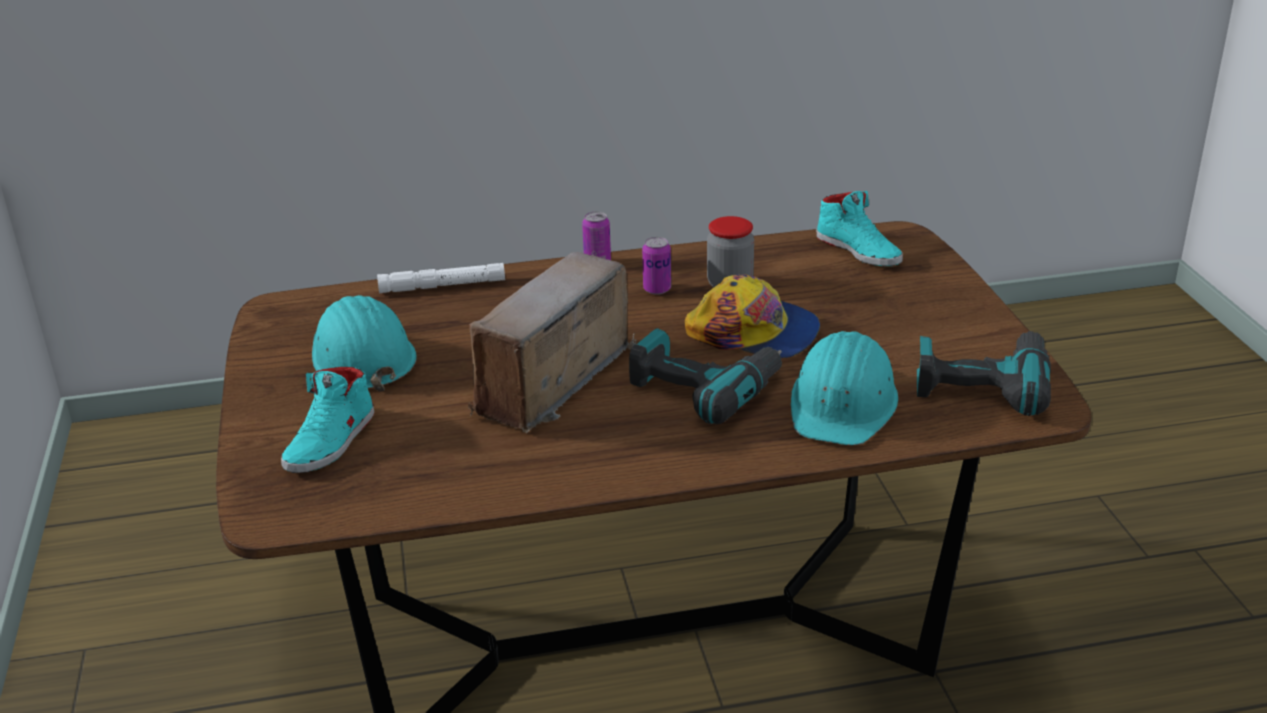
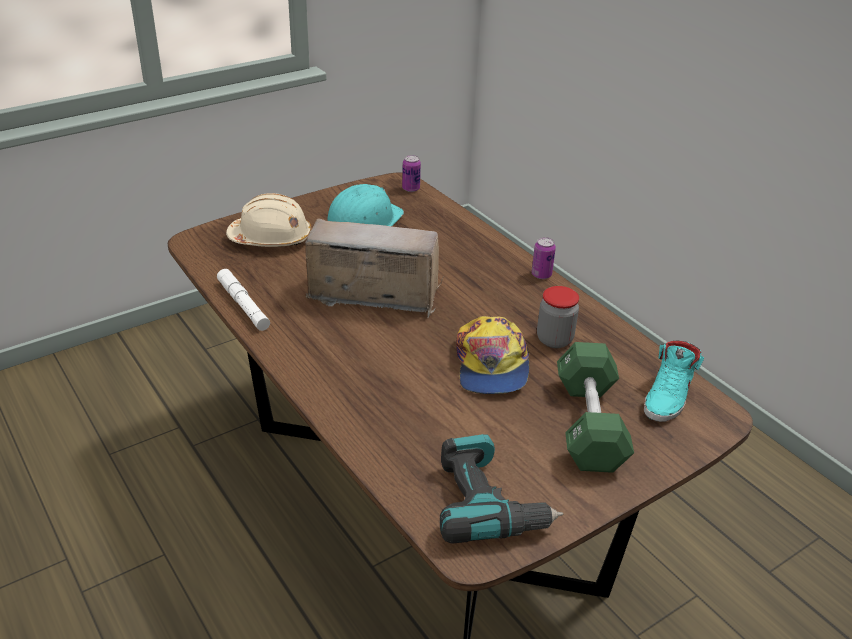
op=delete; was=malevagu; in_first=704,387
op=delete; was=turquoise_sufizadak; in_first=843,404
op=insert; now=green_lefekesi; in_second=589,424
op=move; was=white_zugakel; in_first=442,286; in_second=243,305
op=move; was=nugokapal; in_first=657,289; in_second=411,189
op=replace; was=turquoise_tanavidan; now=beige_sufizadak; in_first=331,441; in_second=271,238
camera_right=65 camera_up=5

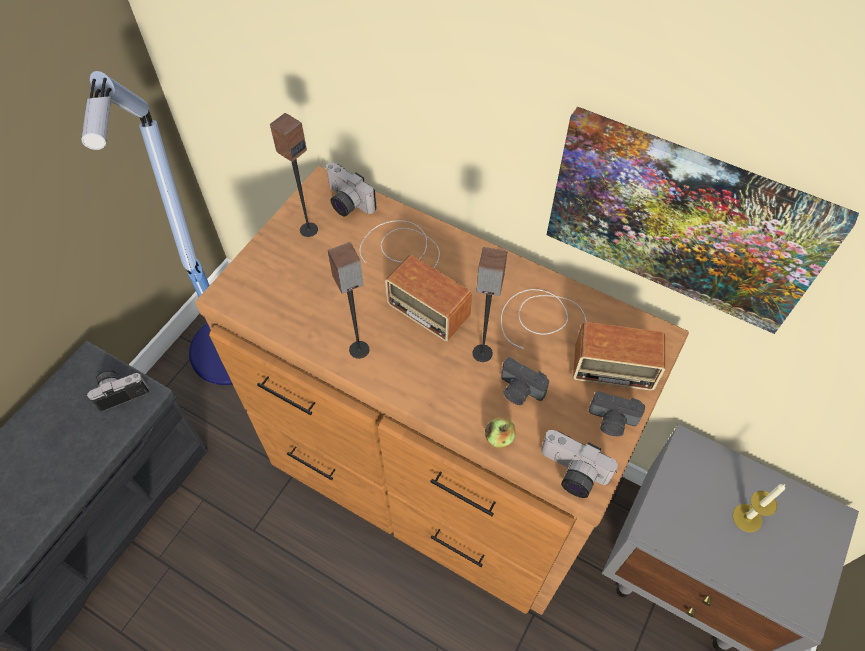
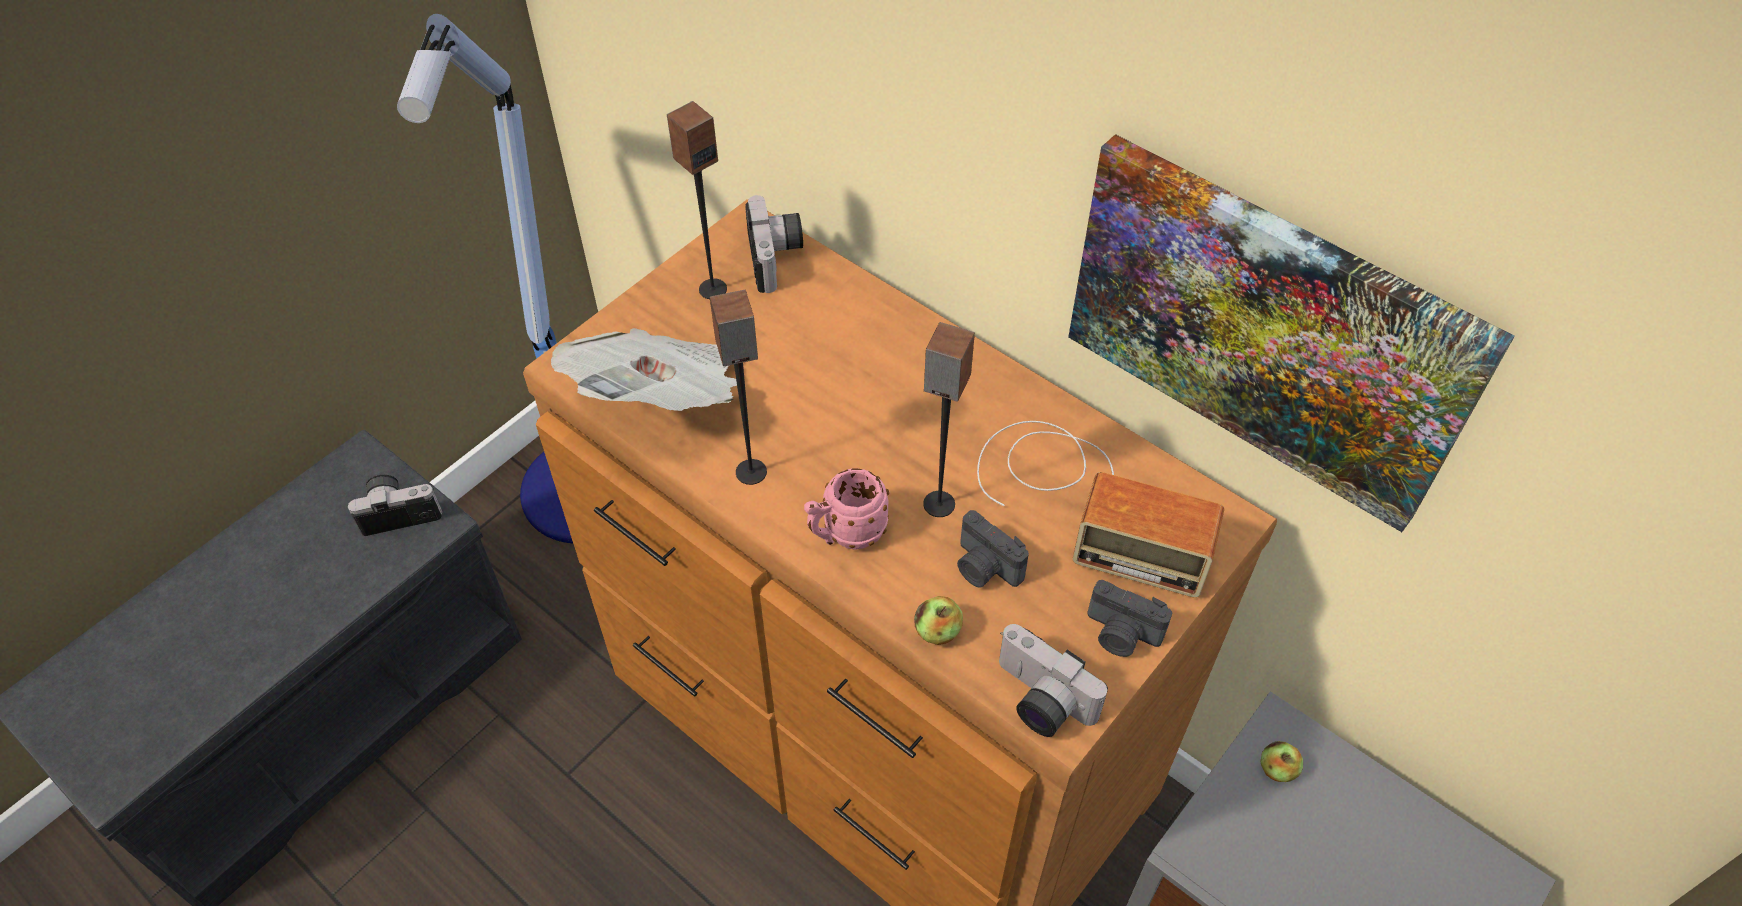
op=delete; was=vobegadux; in_first=414,273
op=delete; was=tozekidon; in_first=747,518
op=insert; now=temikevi; in_second=662,399
op=insert; now=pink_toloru; in_second=846,534
op=insert; now=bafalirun; in_second=1277,769
op=rotate; was=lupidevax; in_first=346,203; in_second=777,258; clockwise=-150
camera_right=10 camera_up=-5

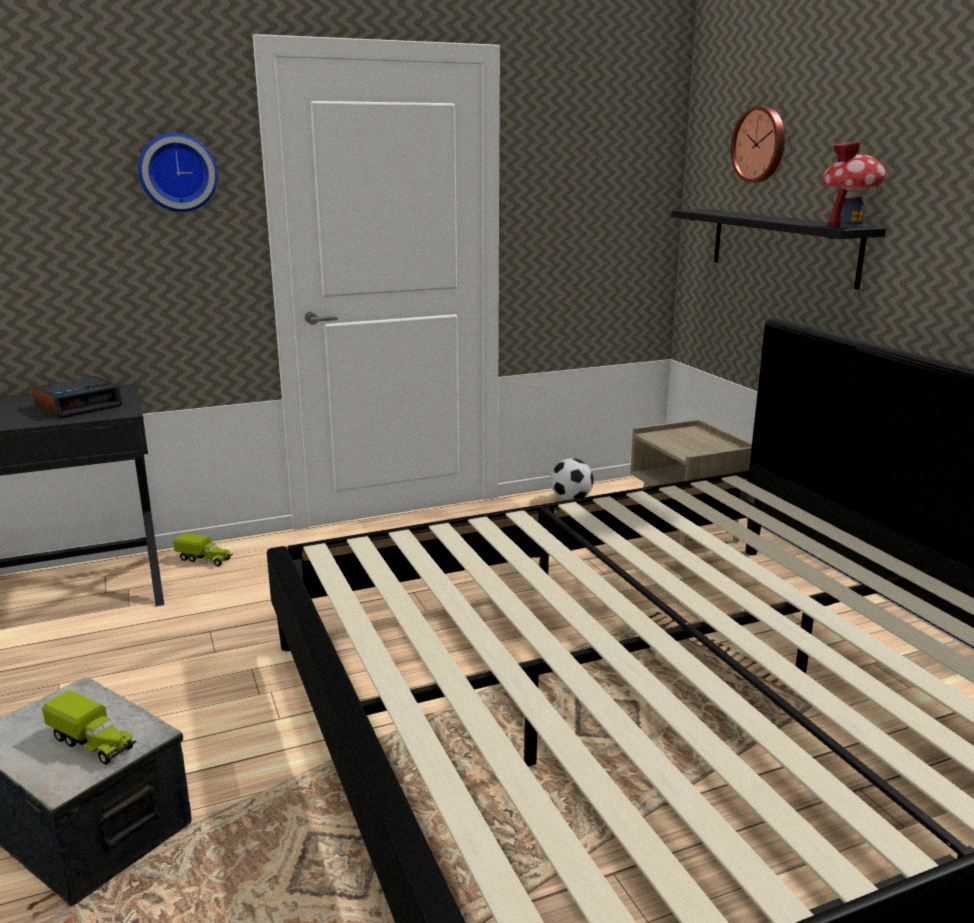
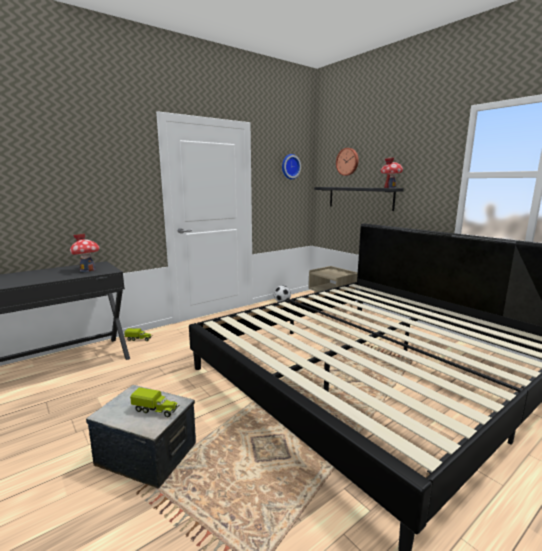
op=move; was=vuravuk; in_first=177,172; in_second=290,166
op=replace; was=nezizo; now=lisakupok; in_first=79,406; in_second=87,270
camera_right=-15 camera_up=-5

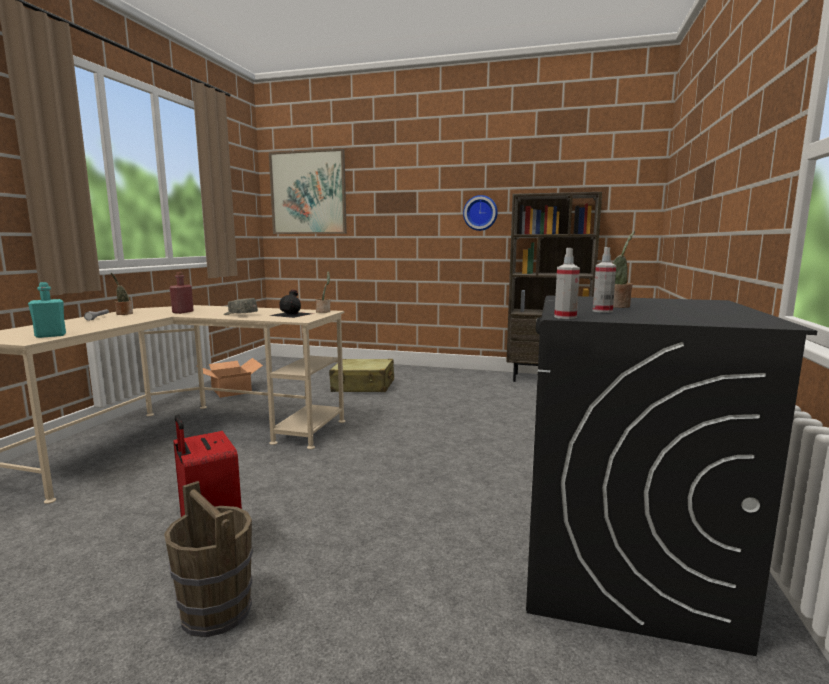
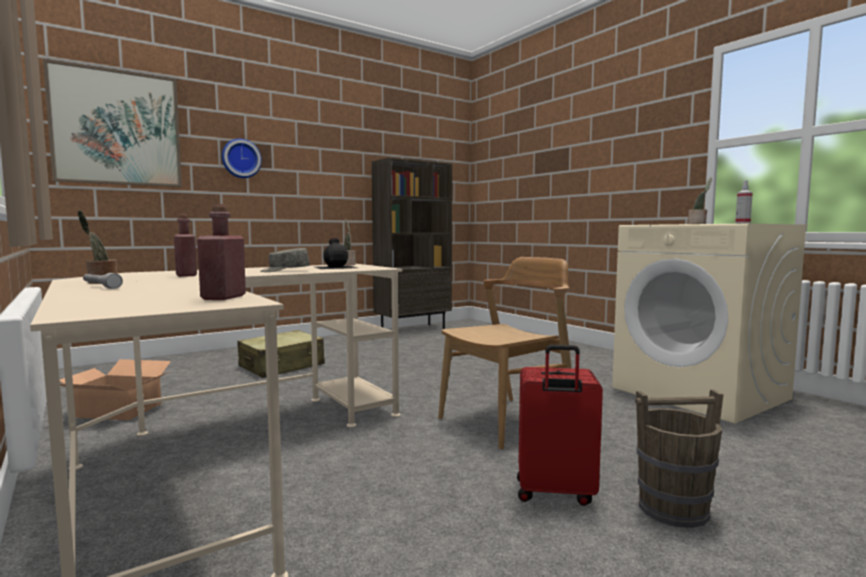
op=delete; was=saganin; in_first=602,311
op=insert; now=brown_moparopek; in_second=507,421
op=move; was=vuravuk; in_first=480,213; in_second=241,158
op=recolor; was=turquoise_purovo; now=red_purovo; in_first=50,335; in_second=223,297
op=recolor; was=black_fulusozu; now=beige_fulusozu; in_first=622,566; in_second=700,393
camera_right=-50 camera_up=-5

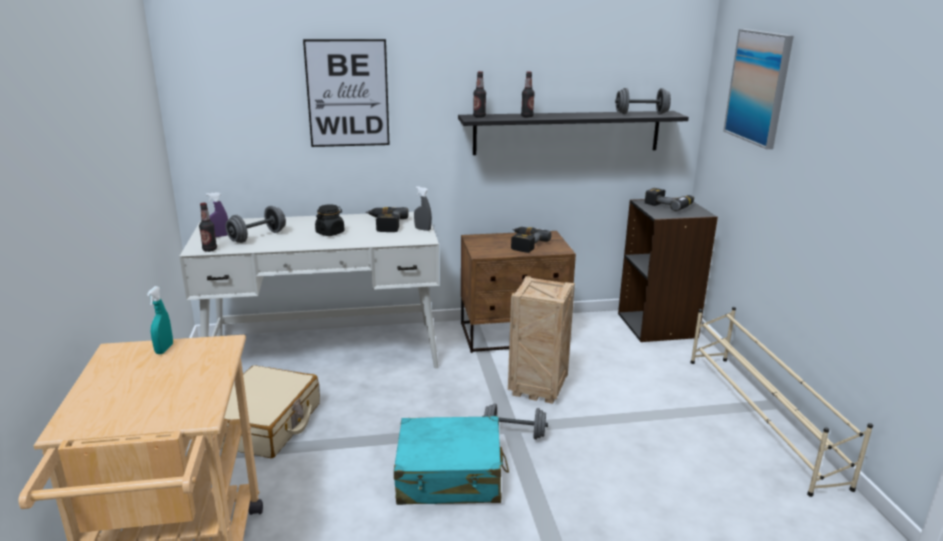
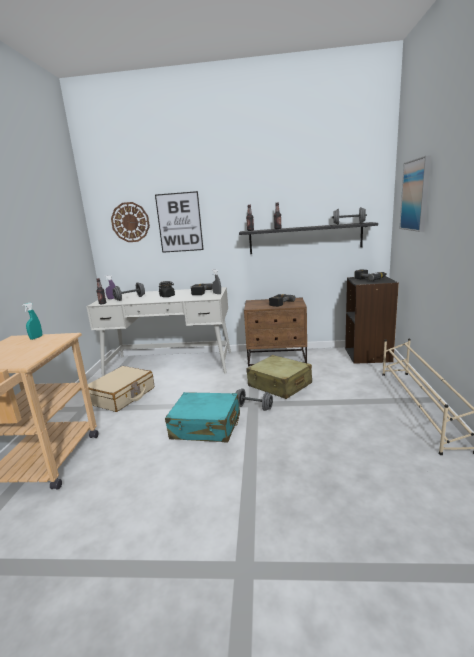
op=insert; now=vuravuk; in_second=130,222
op=replace; was=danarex; now=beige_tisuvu; in_first=539,388; in_second=279,385
camera_right=15 camera_up=-5

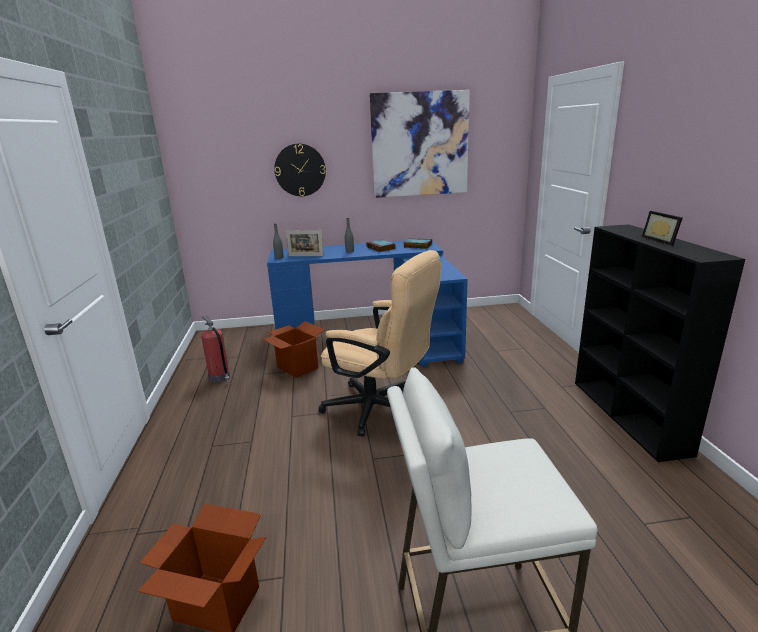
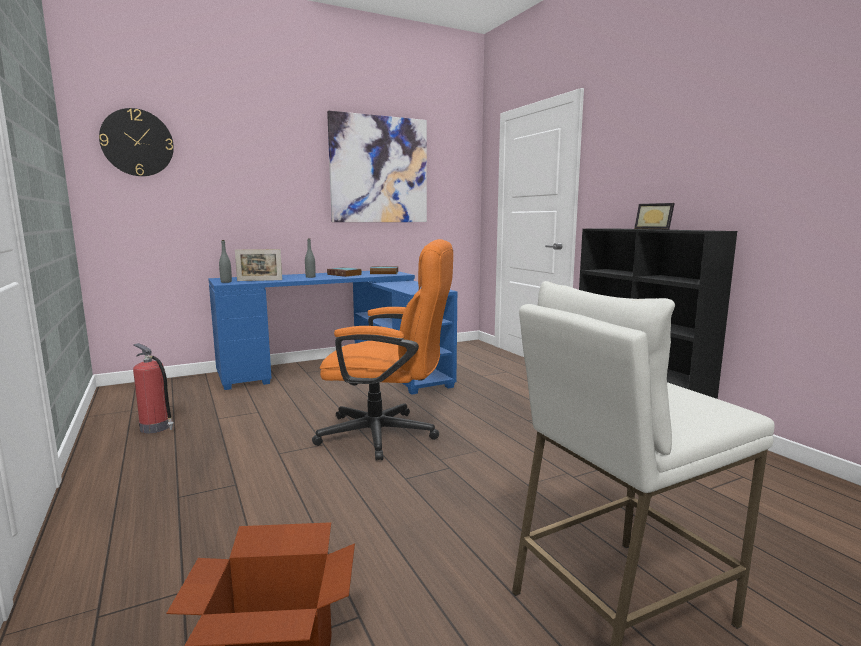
op=delete; was=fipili; in_first=297,367
op=move; was=vuravuk; in_first=300,170; in_second=137,143
op=recolor; was=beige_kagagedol; now=orange_kagagedol; in_first=381,410; in_second=388,435
camera_right=-20 camera_up=-10

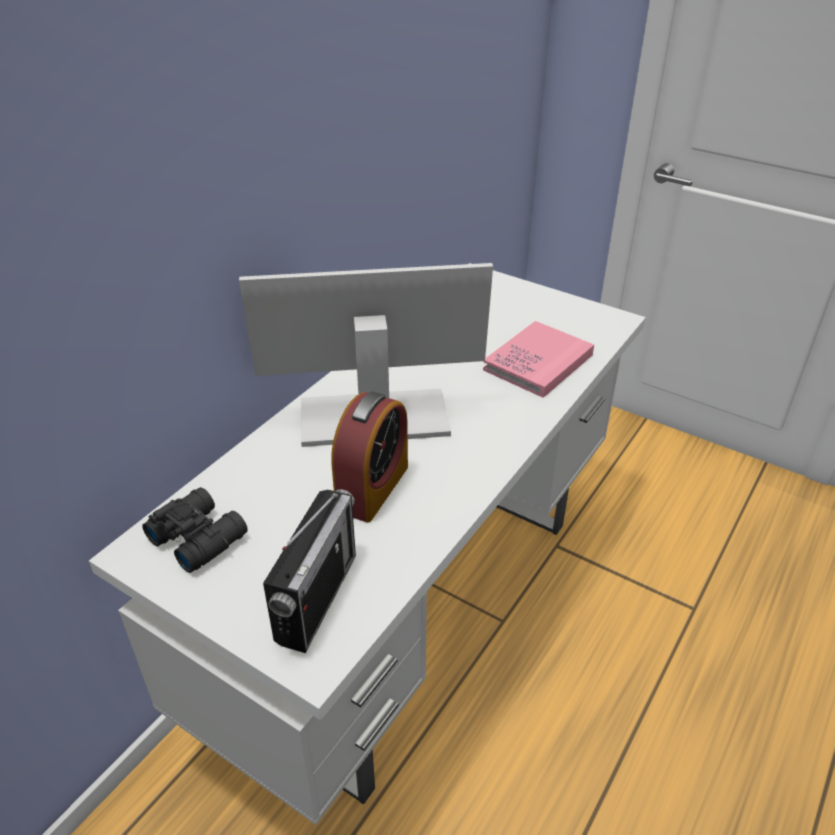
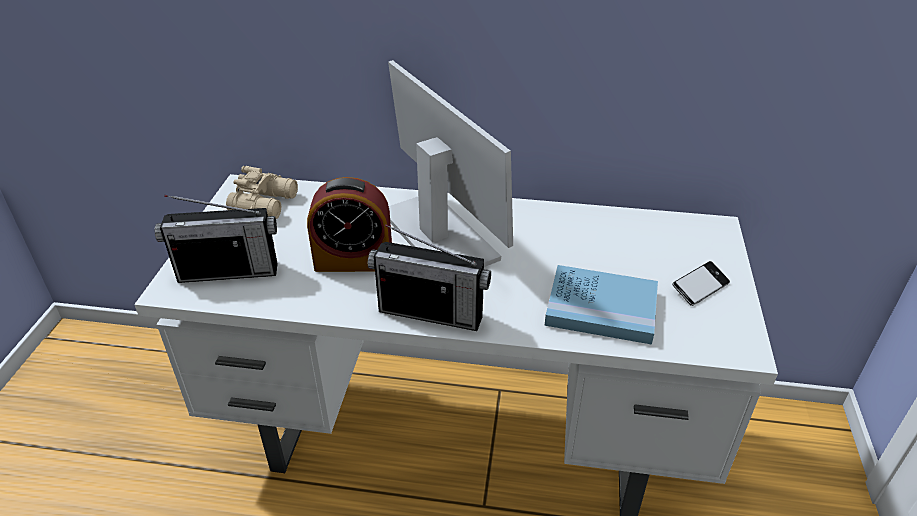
op=insert; now=vobegadux; in_second=431,313
op=insert; now=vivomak; in_second=699,287
op=recolor; was=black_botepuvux; now=beige_botepuvux; in_first=198,536; in_second=266,203
op=recolor; was=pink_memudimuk; now=blue_memudimuk; in_first=538,362; in_second=601,308
camera_right=65 camera_up=0

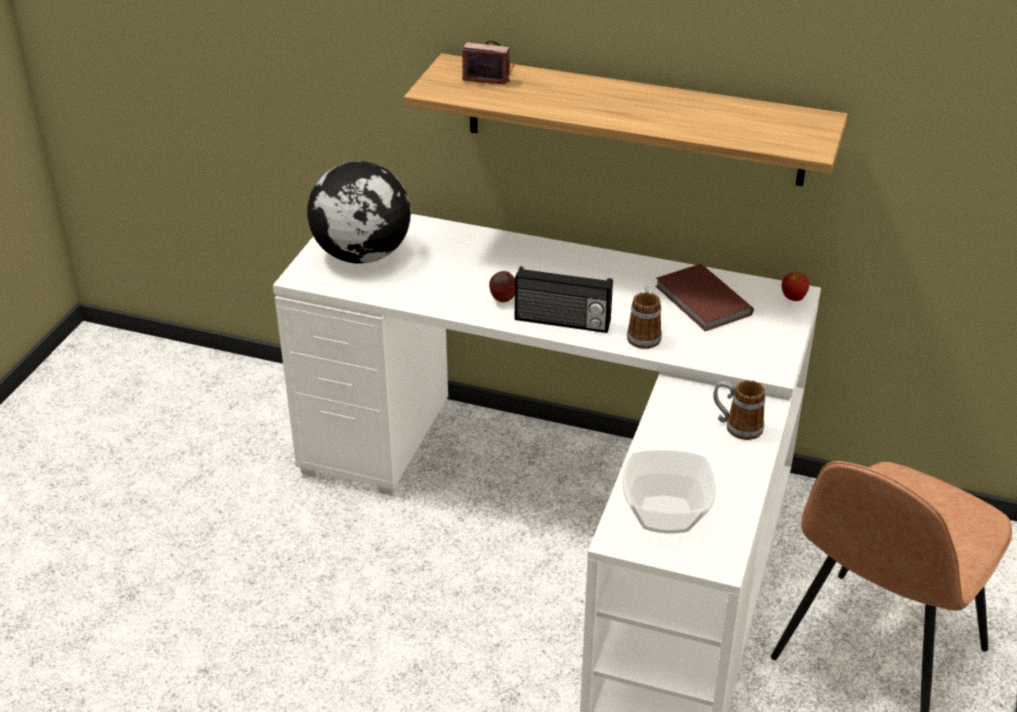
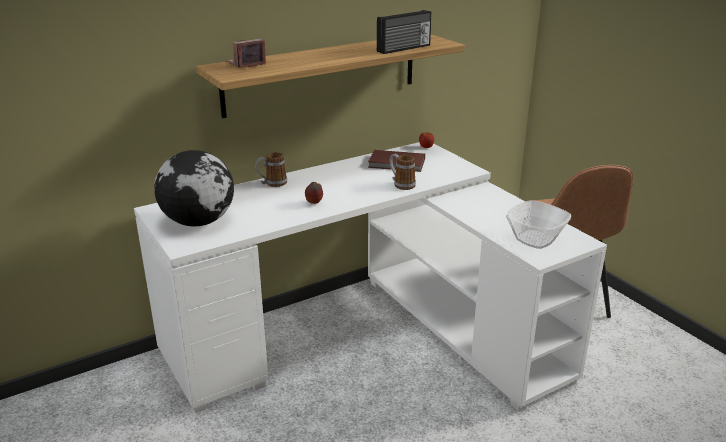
op=move; was=vobegadux; in_first=562,322; in_second=404,48
op=move; was=toloru; in_first=736,427; in_second=272,183
camera_right=-50 camera_up=-10

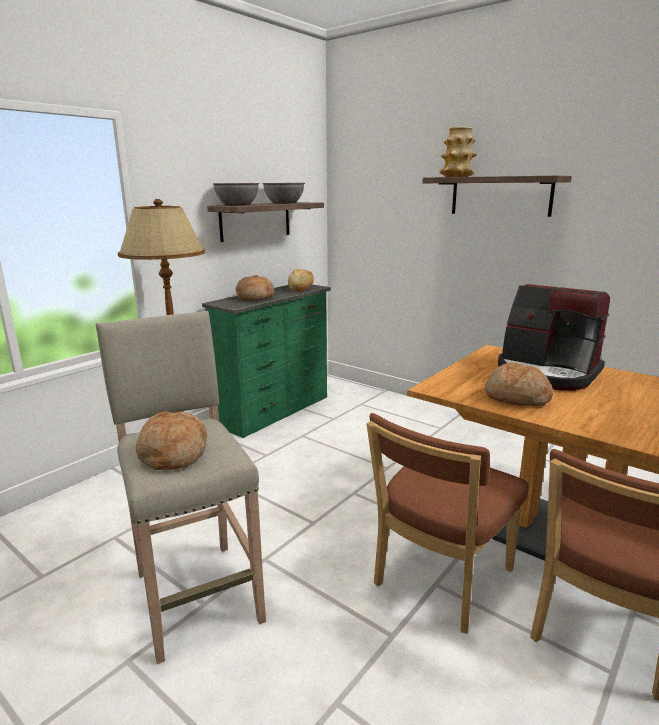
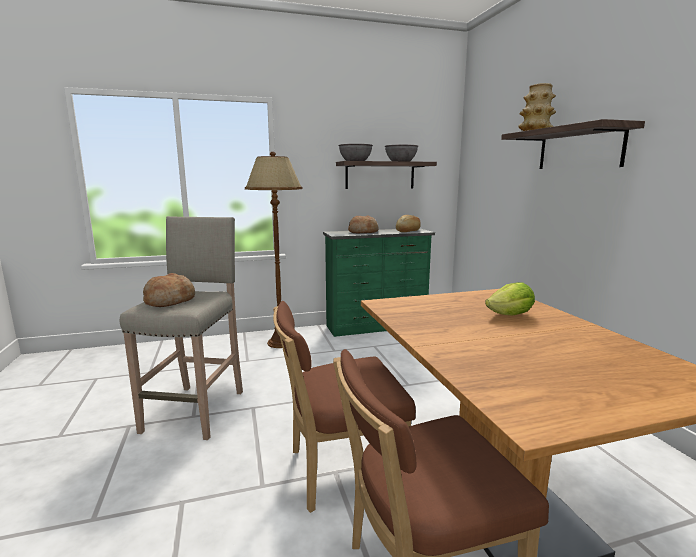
op=delete; was=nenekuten; in_first=516,397
op=replace; was=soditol; now=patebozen; in_first=547,373; in_second=510,315
camera_right=35 camera_up=-5

